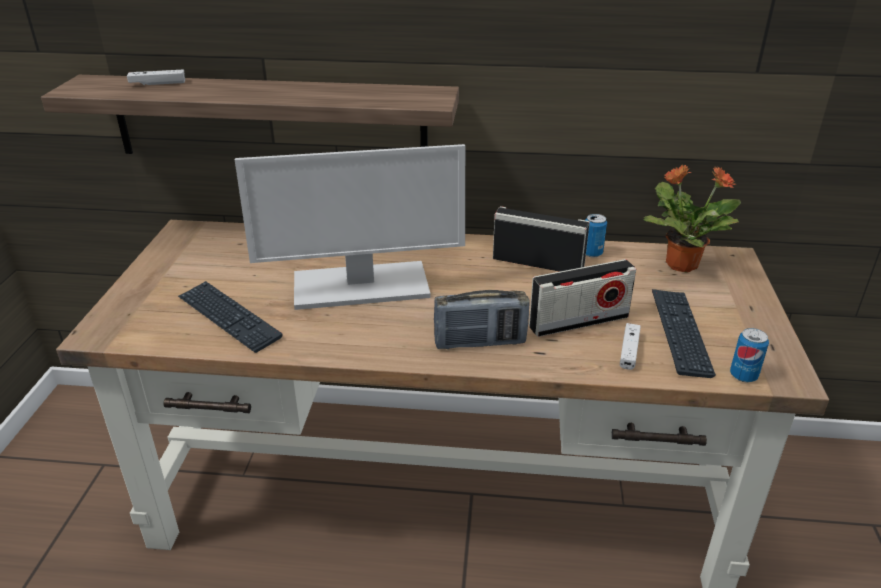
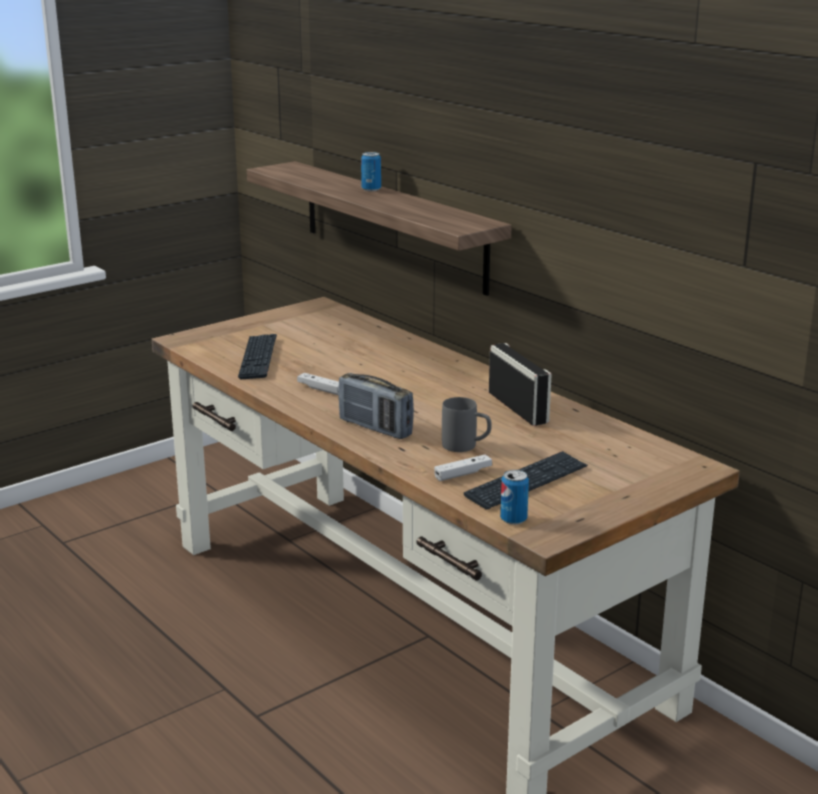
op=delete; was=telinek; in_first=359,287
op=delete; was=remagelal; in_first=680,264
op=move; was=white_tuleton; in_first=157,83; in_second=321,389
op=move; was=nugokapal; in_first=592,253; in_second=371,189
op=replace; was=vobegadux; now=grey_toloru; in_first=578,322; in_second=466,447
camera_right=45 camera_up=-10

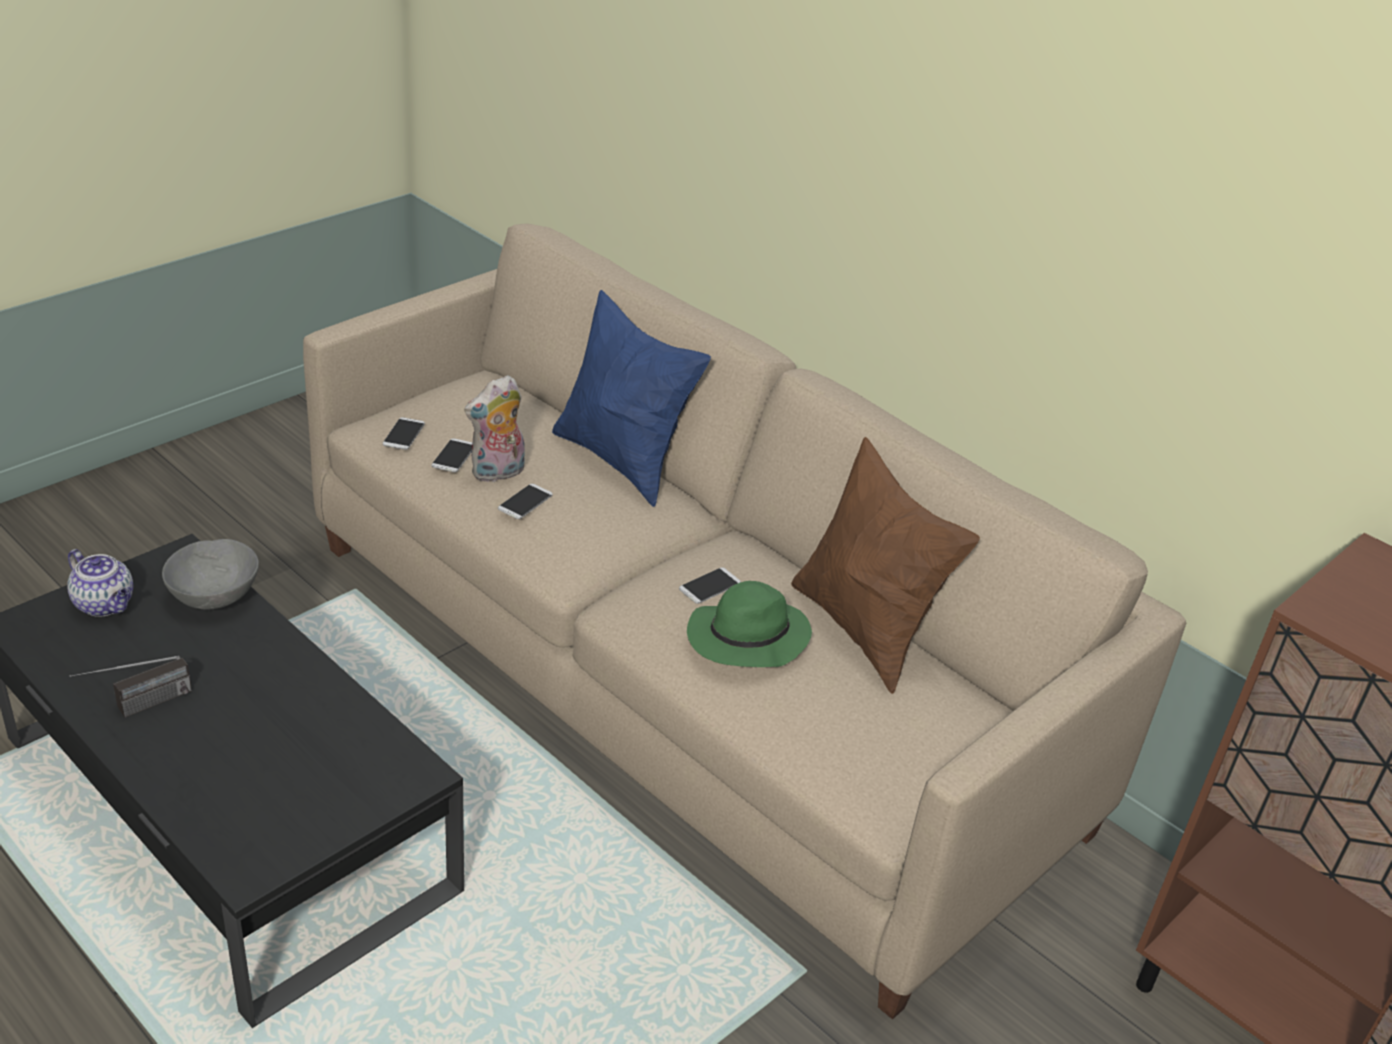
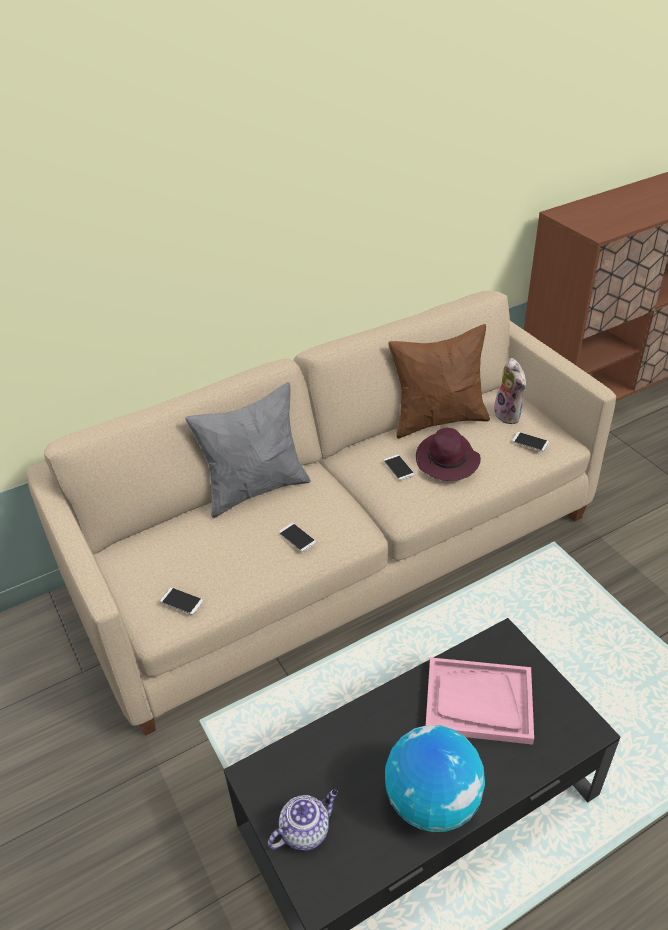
op=delete; was=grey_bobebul; in_first=214,596
op=insert; now=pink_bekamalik; in_second=478,702
op=move; was=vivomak; in_first=454,456; in_second=530,442
op=move; was=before; in_first=498,473; in_second=509,415
op=replace; was=vobegadux; now=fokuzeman; in_first=137,708; in_second=432,800
op=recolor; was=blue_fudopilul; now=grey_fudopilul; in_first=622,461; in_second=256,489
op=recolor; was=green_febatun; now=purple_febatun; in_first=746,639; in_second=447,461
camera_right=-70 camera_up=5

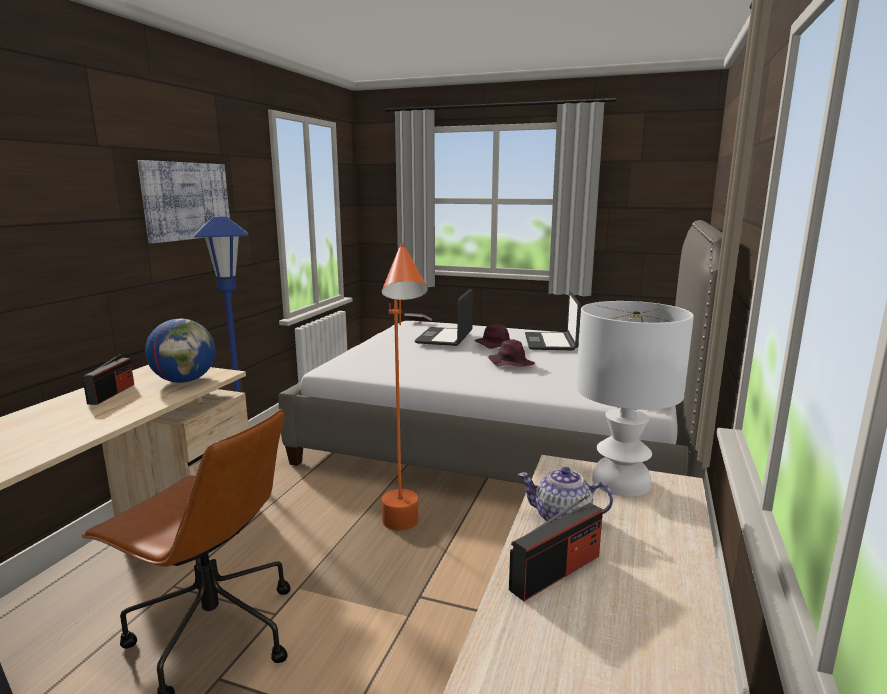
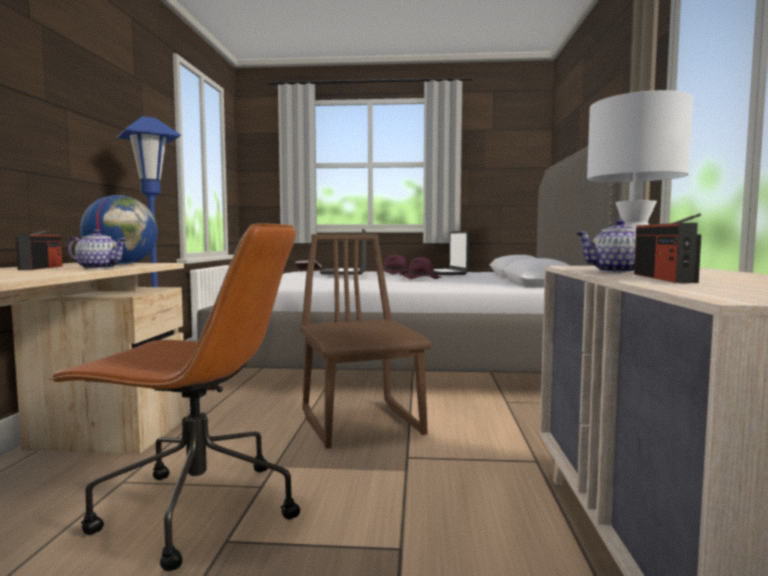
op=delete; was=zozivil; in_first=186,201
op=insert; now=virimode; in_second=98,268
op=replace; was=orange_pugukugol; now=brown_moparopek; in_first=404,537; in_second=362,423
op=rotate; was=vobegadux; in_first=556,572; in_second=663,278; clockwise=150
camera_right=-15 camera_up=-10

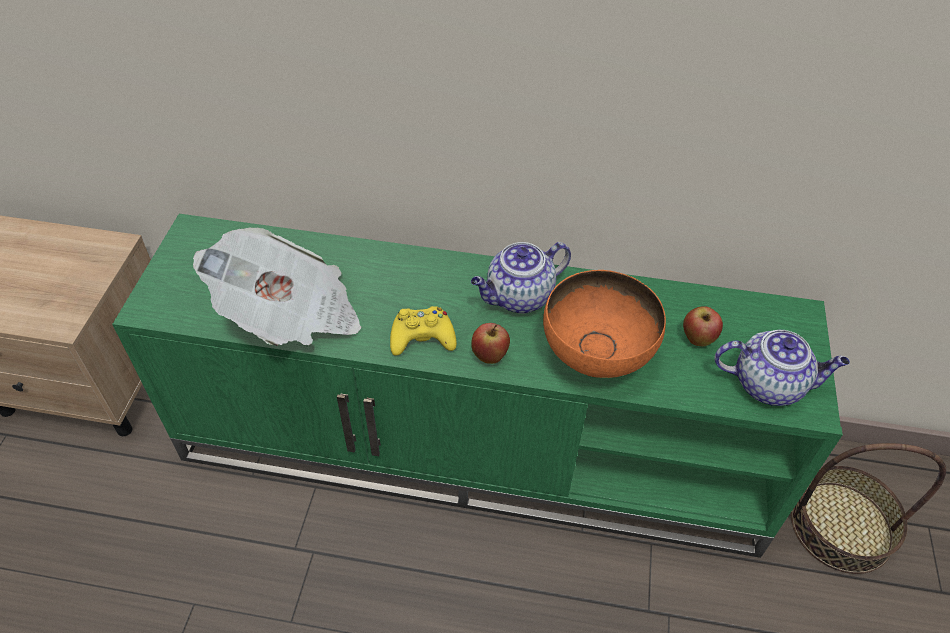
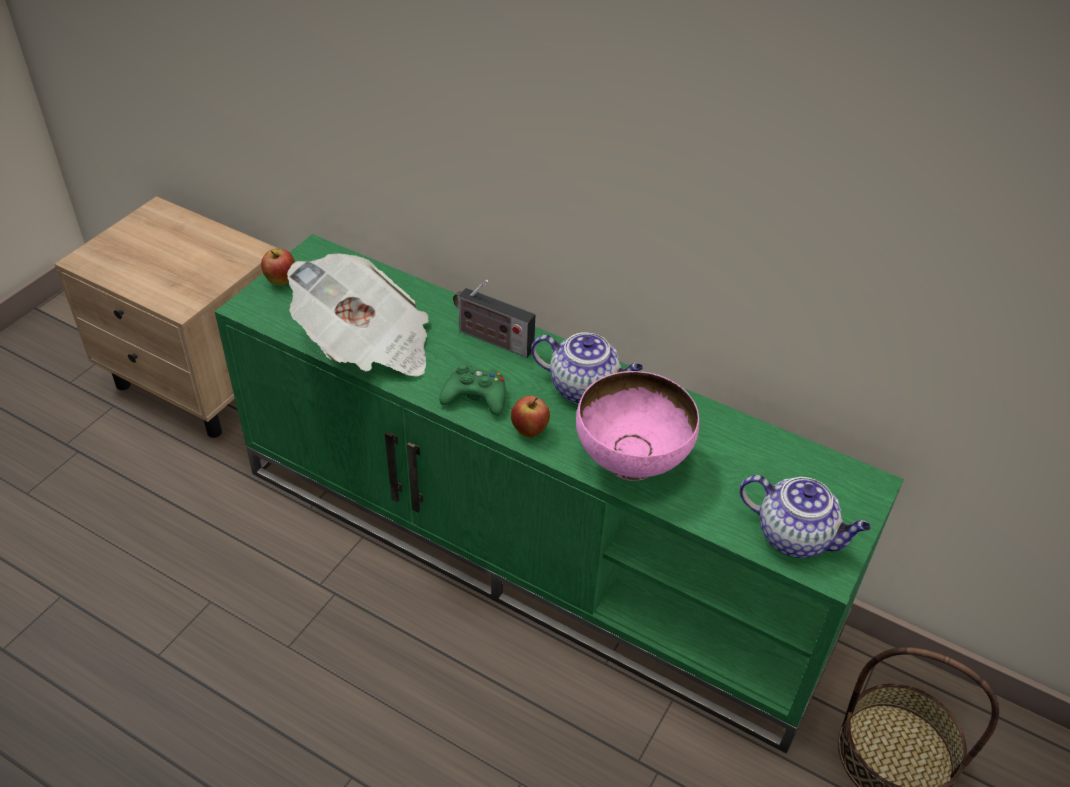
op=insert; now=vobegadux; in_second=492,340
op=move; was=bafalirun; in_first=697,340; in_second=281,281
op=recolor; was=yellow_tuleton; now=green_tuleton; in_first=422,337; in_second=475,397
op=recolor; was=orange_bobebul; now=pink_bobebul; in_first=595,358; in_second=630,462
op=rotate; was=virimode; in_first=518,297; in_second=585,388; clockwise=-150
camera_right=20 camera_up=-5

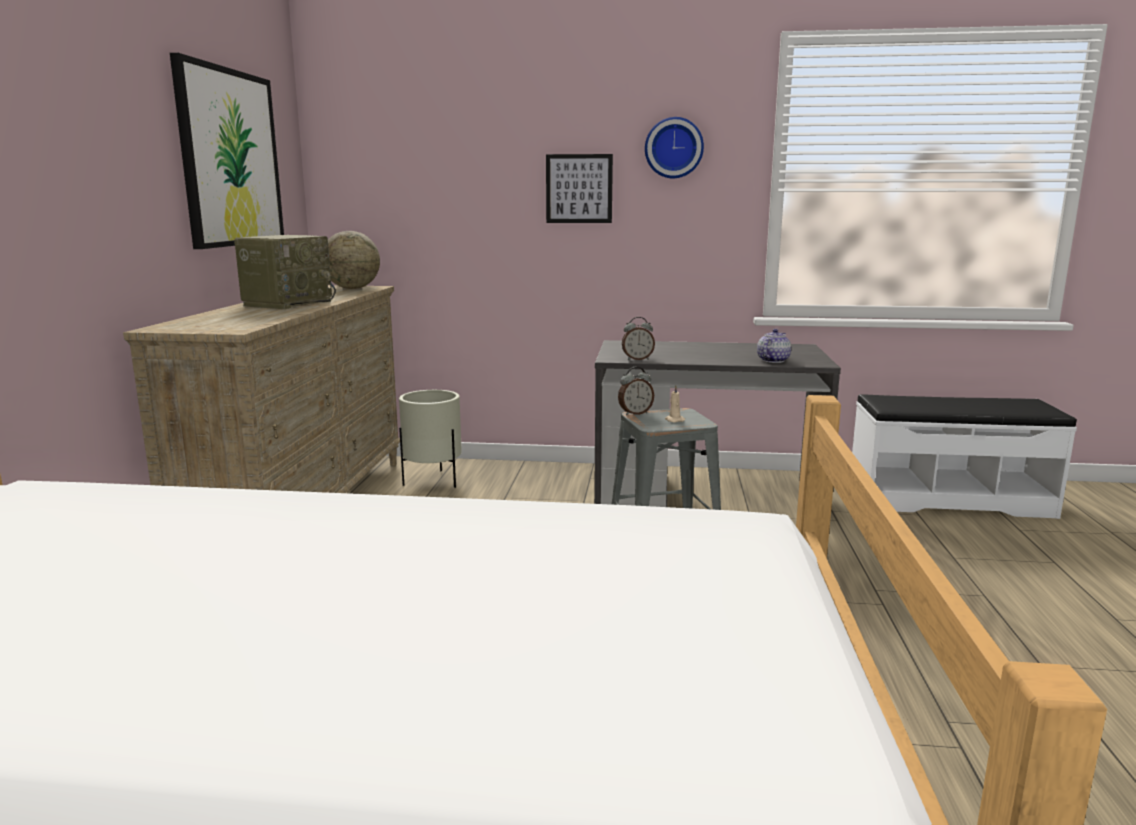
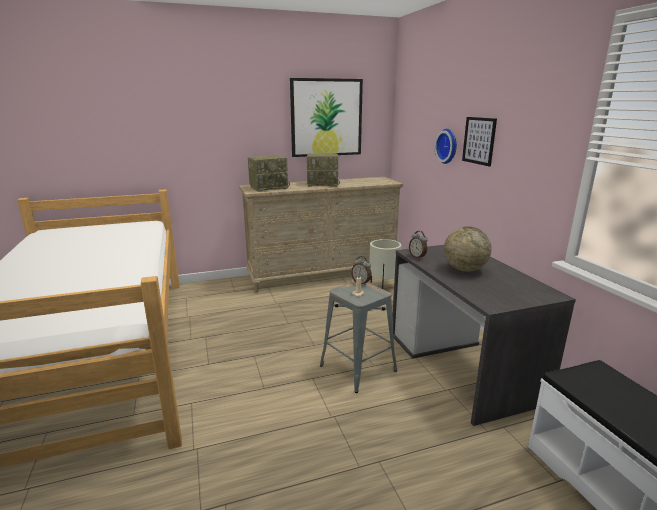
op=delete; was=virimode; in_first=772,360
op=insert; now=vobegadux; in_second=269,188
op=move; was=fokuzeman; in_first=352,288; in_second=464,269
op=move; was=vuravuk; in_first=674,148; in_second=448,146
camera_right=65 camera_up=5

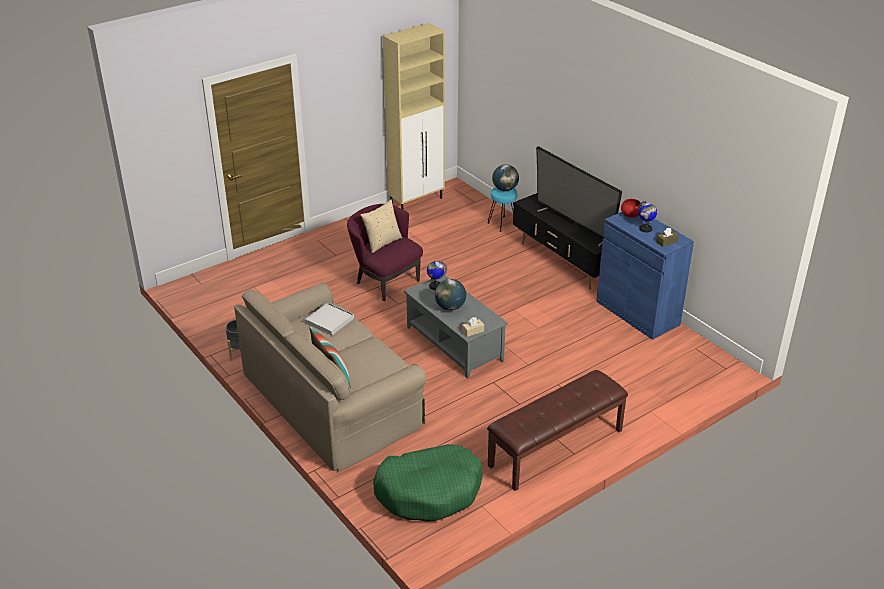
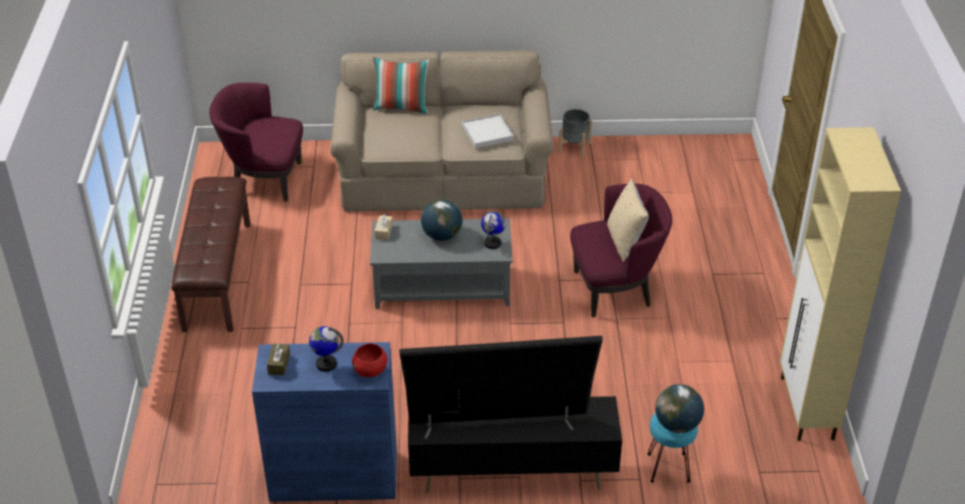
op=replace; was=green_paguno; now=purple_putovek; in_first=429,491; in_second=264,180
camera_right=125 camera_up=5

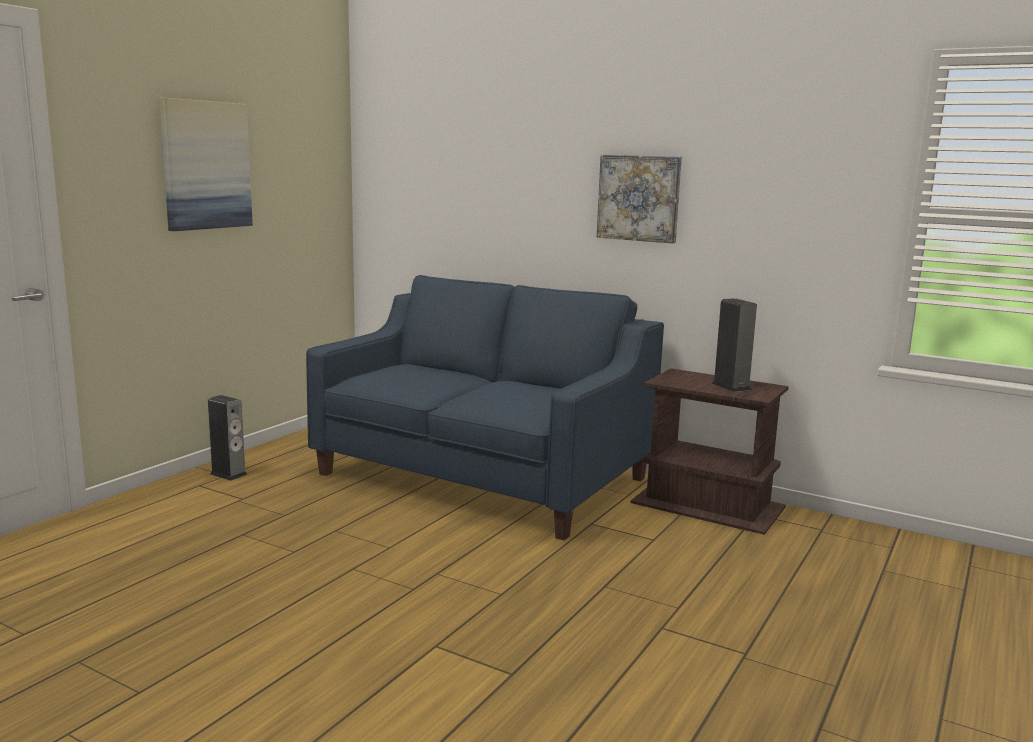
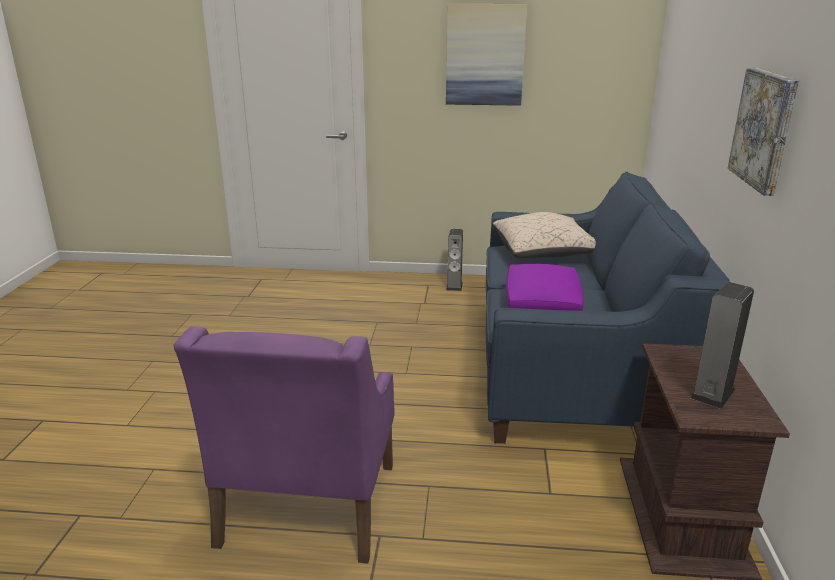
op=insert; now=purple_putovek; in_second=307,505
op=insert; now=beige_fudopilul; in_second=543,252
op=insert; now=purple_fudopilul; in_second=542,303
camera_right=65 camera_up=10

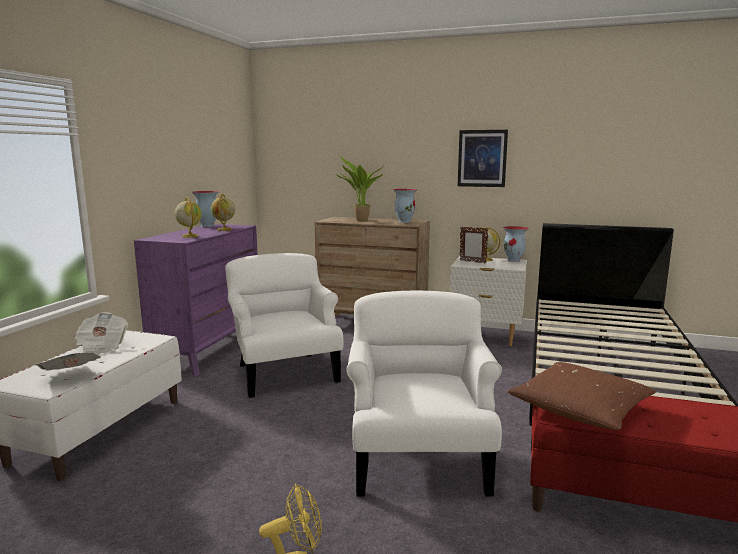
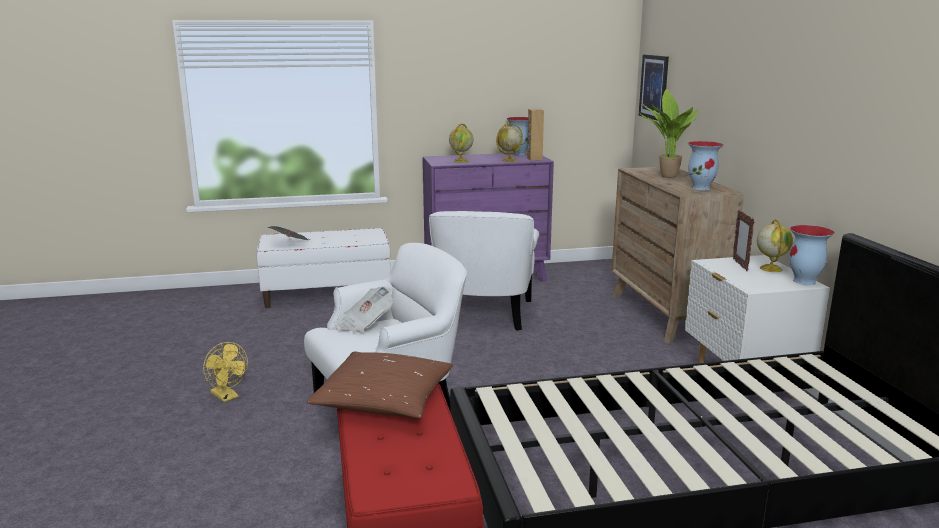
op=insert; now=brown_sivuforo; in_second=534,159
op=move; was=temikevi; in_first=101,347; in_second=364,324
op=move; was=zozivil; in_first=482,158; in_second=654,87
op=rotate; was=white_putovek; in_first=284,372; in_second=484,314; clockwise=150
camera_right=60 camera_up=5

